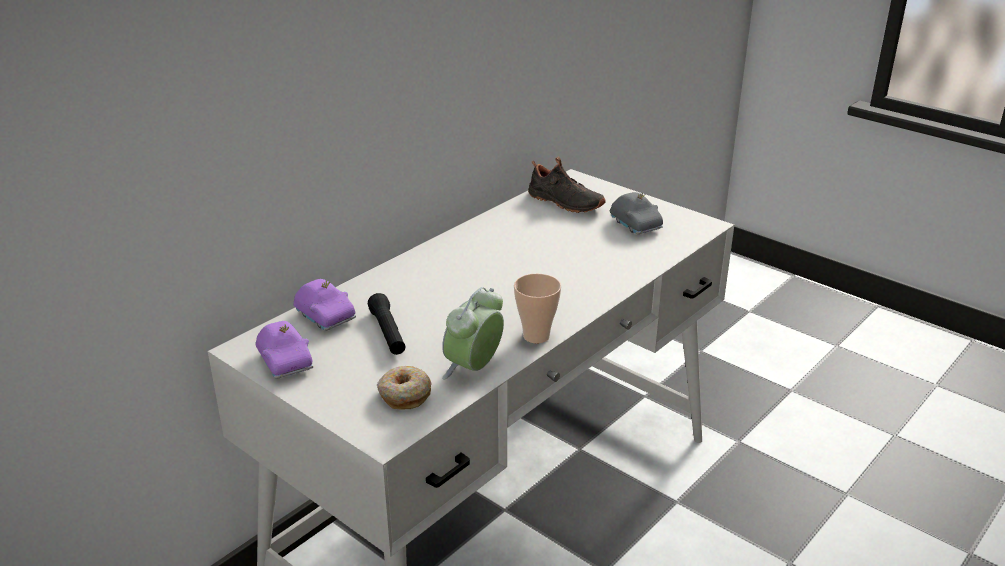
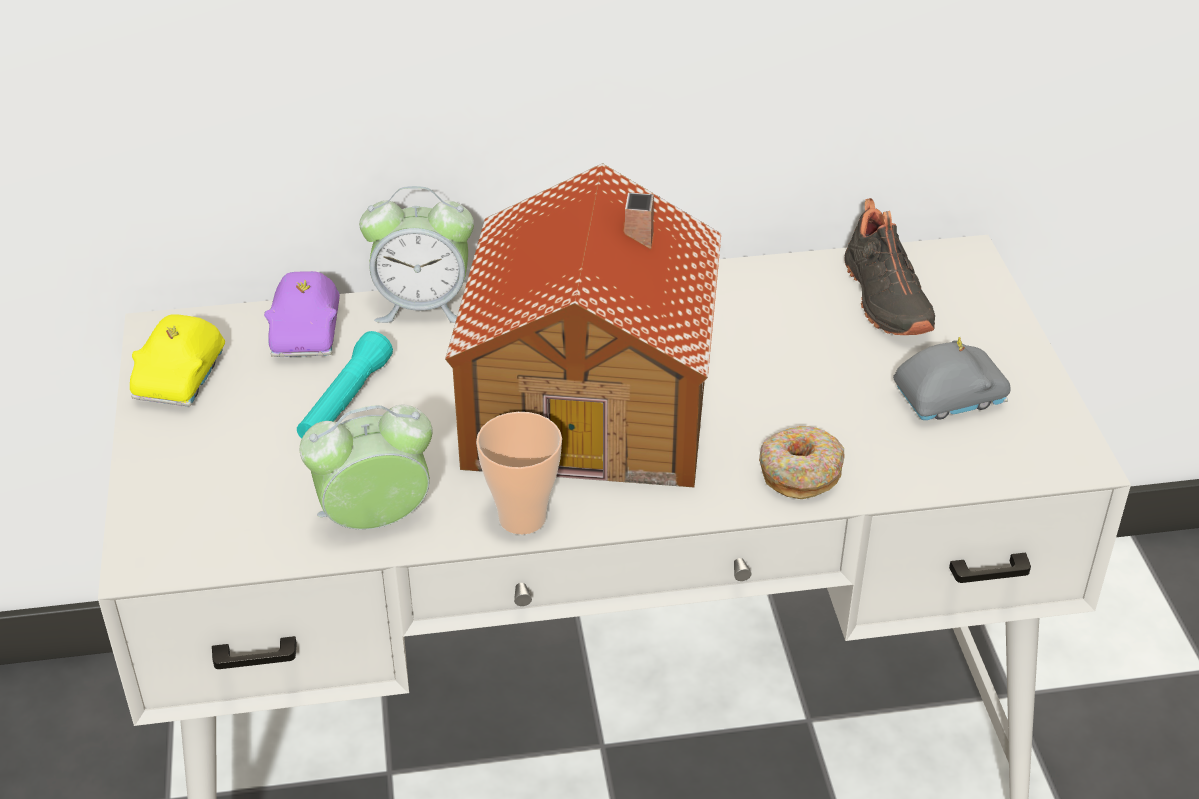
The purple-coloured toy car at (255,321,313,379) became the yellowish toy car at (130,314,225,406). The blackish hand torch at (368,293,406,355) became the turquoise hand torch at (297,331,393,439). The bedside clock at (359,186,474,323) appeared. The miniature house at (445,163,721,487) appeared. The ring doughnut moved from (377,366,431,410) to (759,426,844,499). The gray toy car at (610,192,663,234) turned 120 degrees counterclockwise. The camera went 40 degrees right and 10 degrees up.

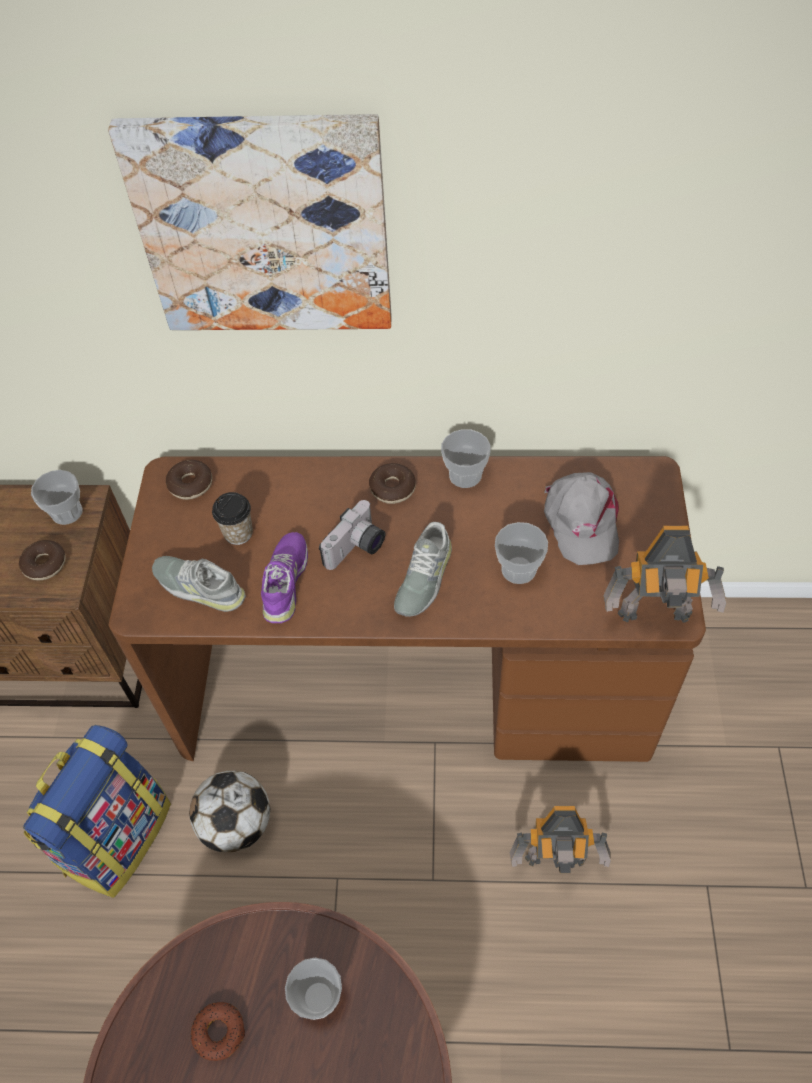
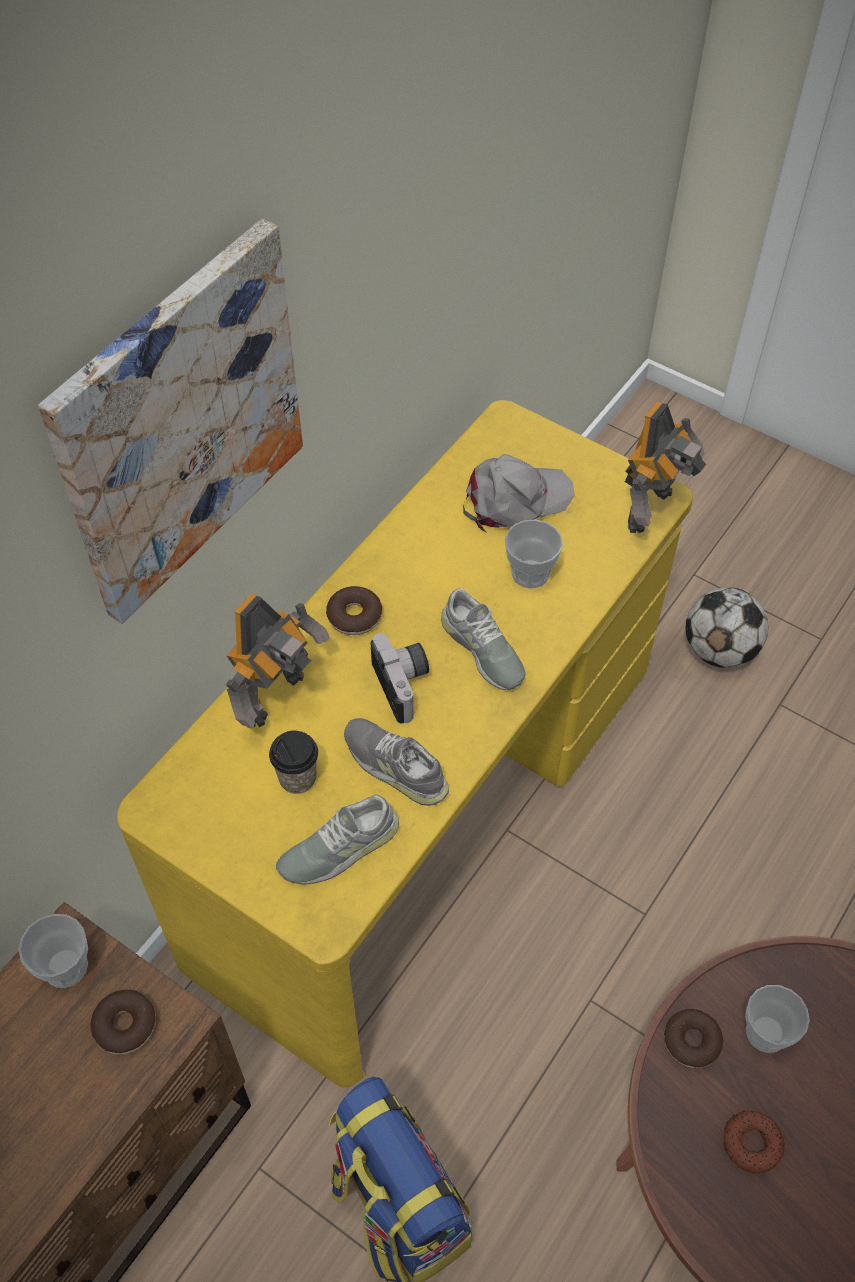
The brown desk unit at (109,456,706,762) became the yellowish desk unit at (117,400,693,1088). The model robot moved from (509,806,611,874) to (226,593,330,728). The purple-coloured shoe at (261,532,308,623) became the gray shoe at (344,718,449,806). The gray baseball cap at (544,472,619,565) turned 45 degrees counterclockwise. The ring doughnut moved from (166,460,212,500) to (664,1009,724,1068). The ball for football moved from (189,771,270,852) to (685,587,768,668). The cup at (441,429,490,488) disappeared. The camera went 60 degrees left and 0 degrees up.

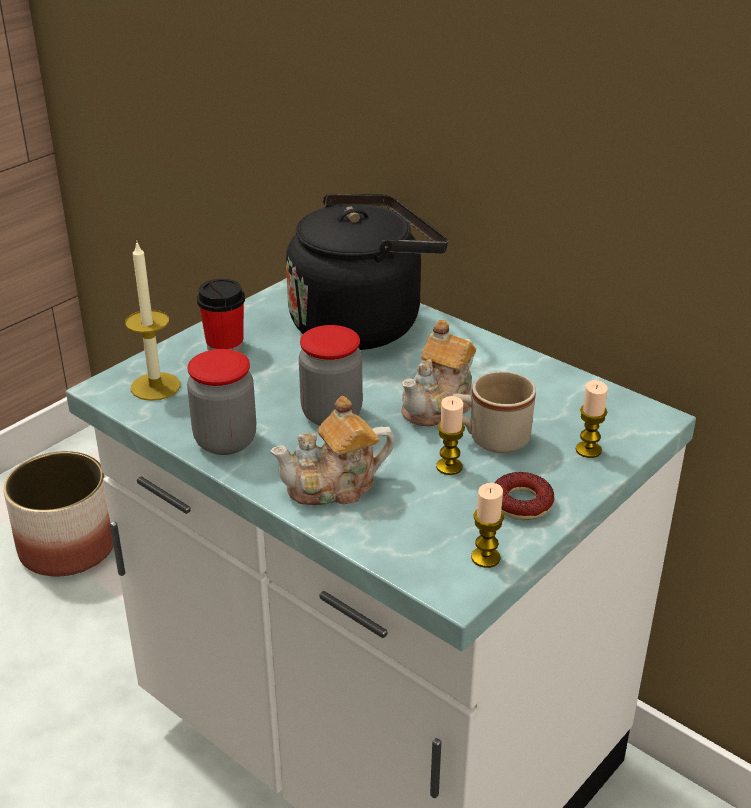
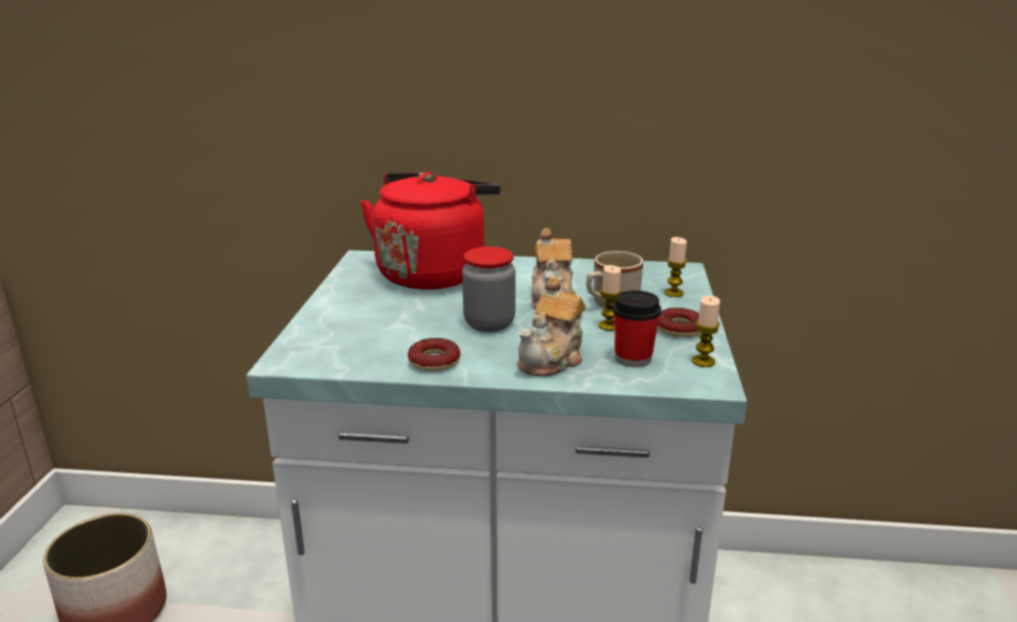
The blackish water kettle at (286,194,448,350) became the red water kettle at (360,172,501,290). The storage jar at (187,349,256,455) was replaced by the ring doughnut at (408,338,460,372). The cup moved from (197,279,245,352) to (613,290,661,368). The wax candle at (125,243,180,401) disappeared. The camera went 35 degrees left and 10 degrees down.

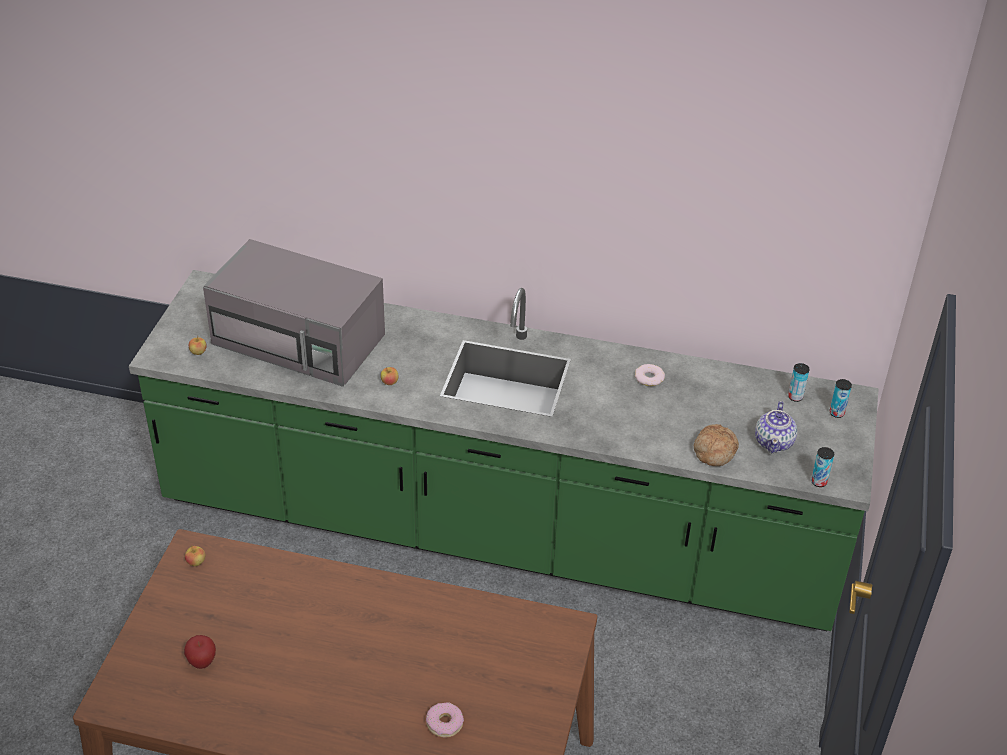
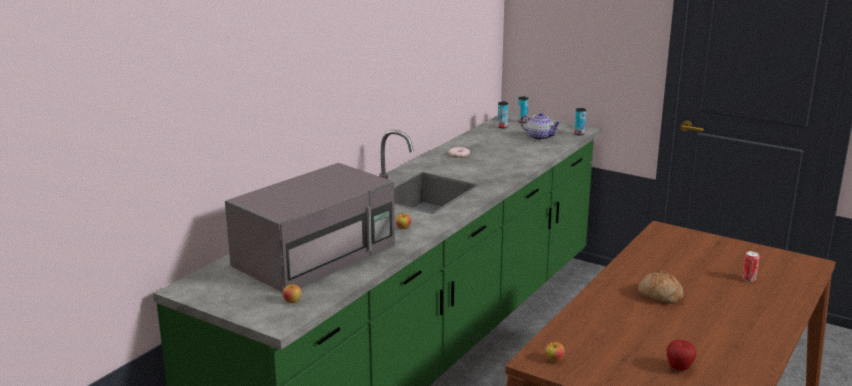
The baked bread moved from (694,424,739,466) to (638,271,683,304). The ring doughnut at (426,702,464,738) was replaced by the can at (742,251,760,282). The camera went 70 degrees left and 20 degrees down.

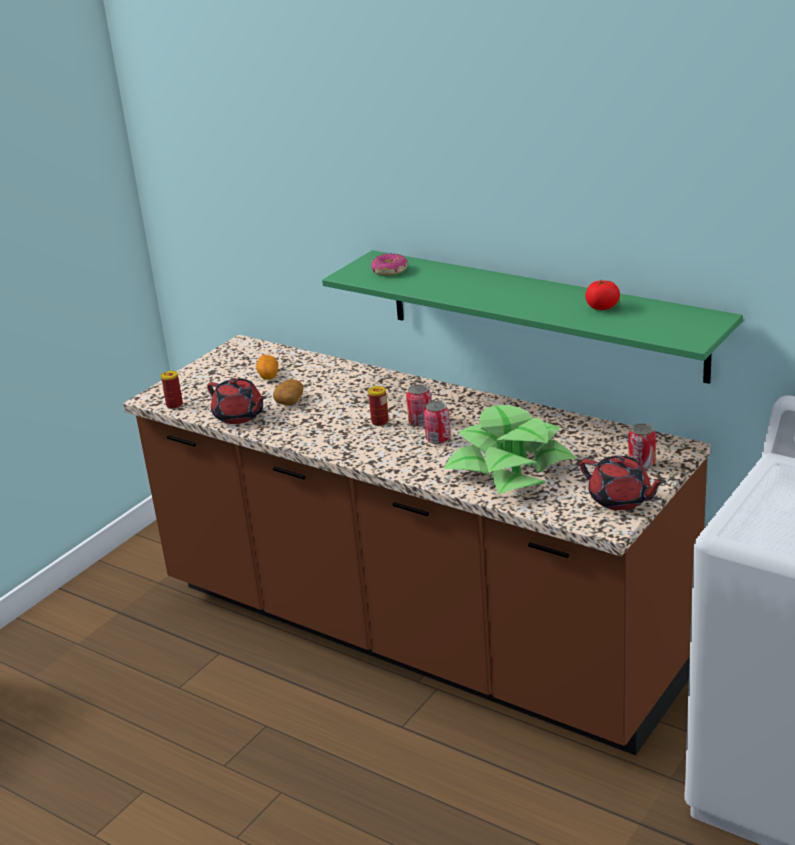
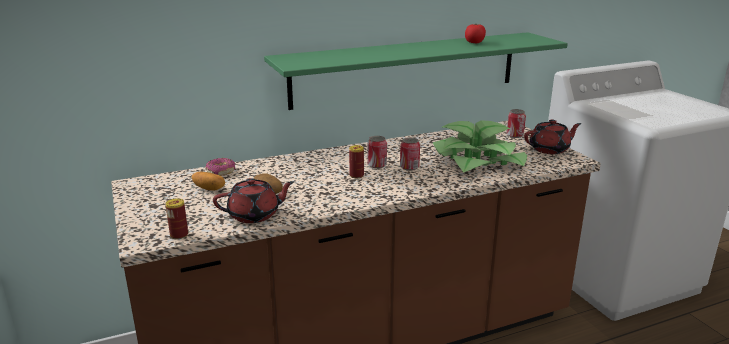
The ring doughnut moved from (371,253,408,275) to (205,158,236,176). The camera went 60 degrees left and 5 degrees down.

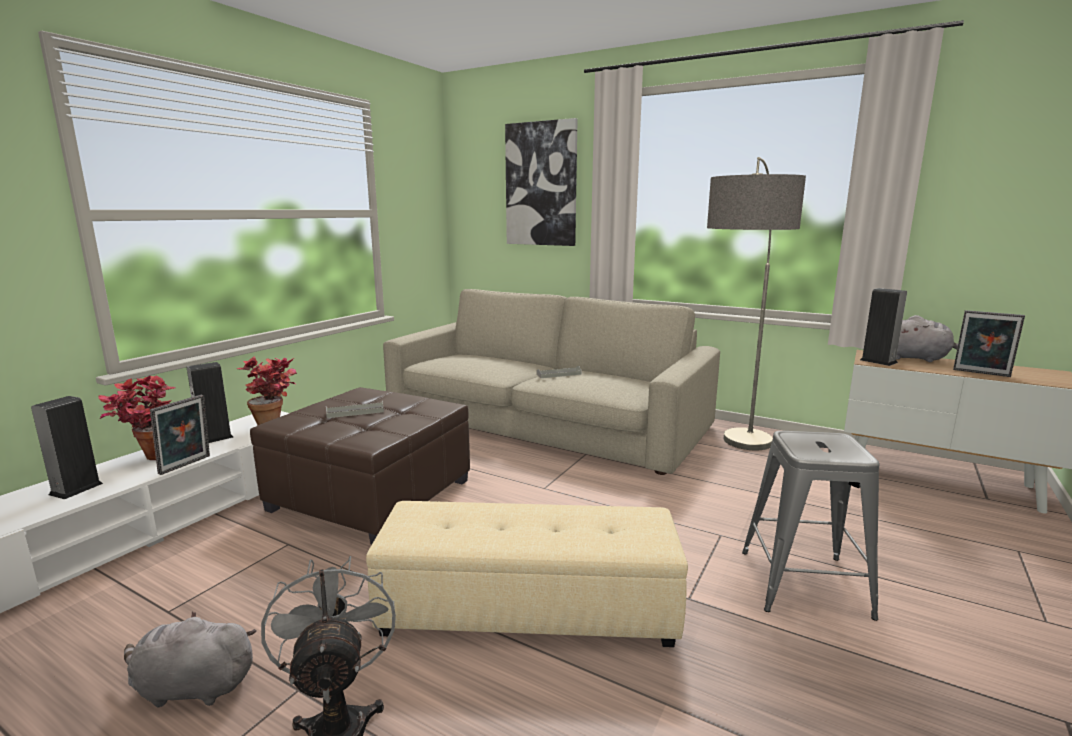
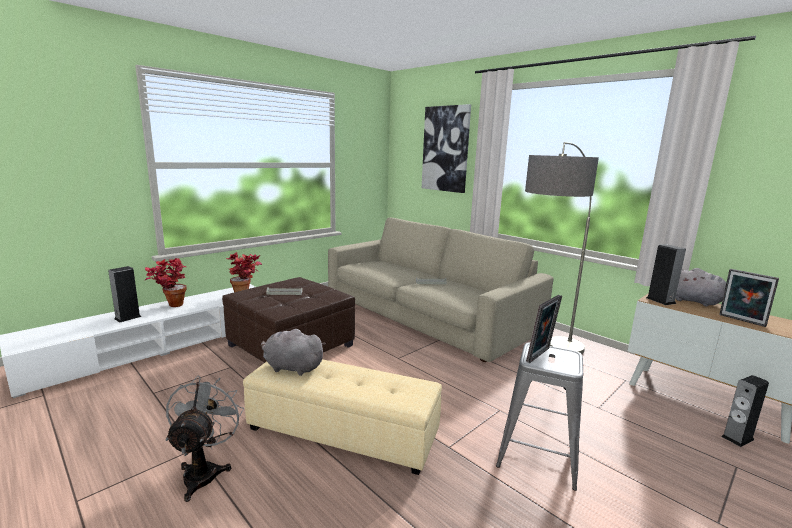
The gray soft toy moved from (124,612,257,707) to (261,329,326,376). The picture frame moved from (150,395,210,475) to (526,295,562,363). The loudspeaker moved from (187,362,233,443) to (721,375,769,447). The camera went 15 degrees right and 0 degrees up.

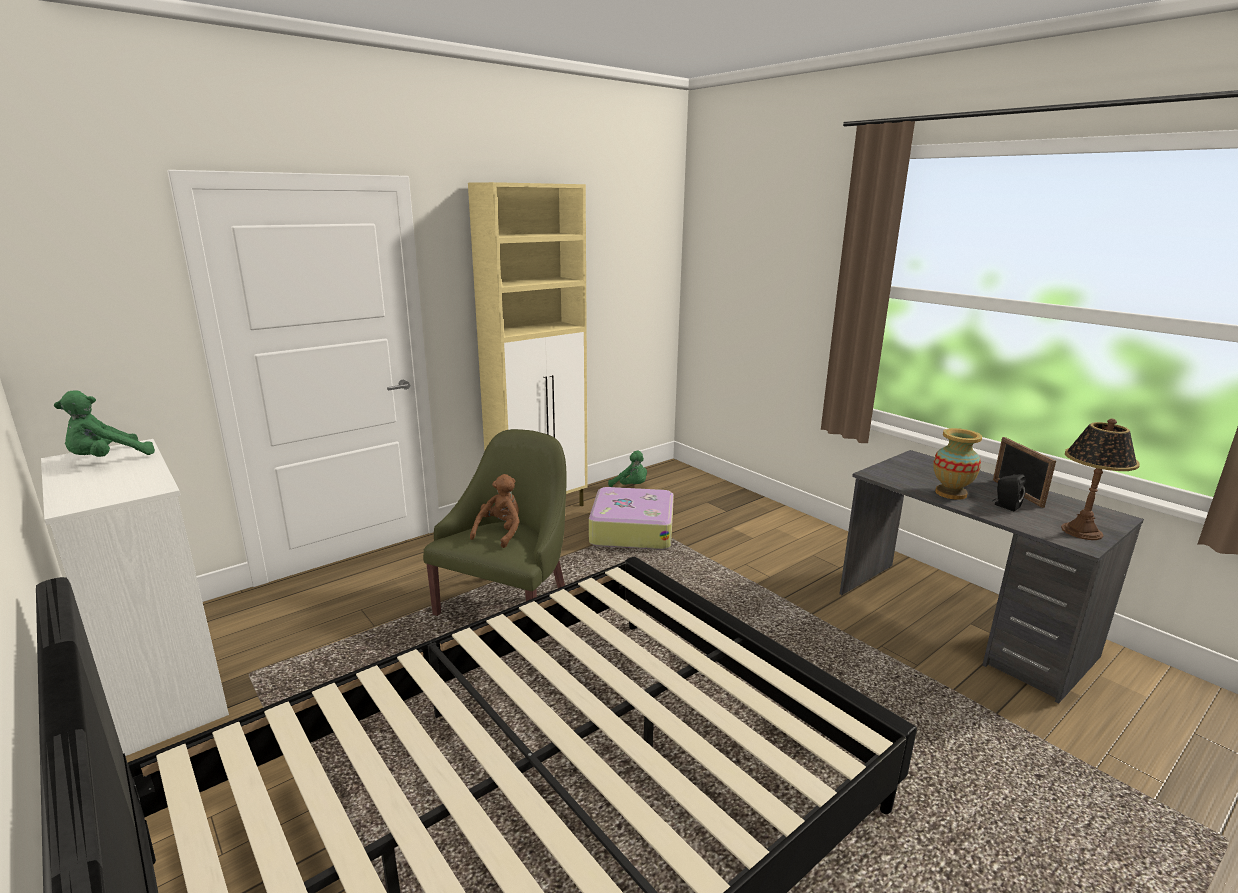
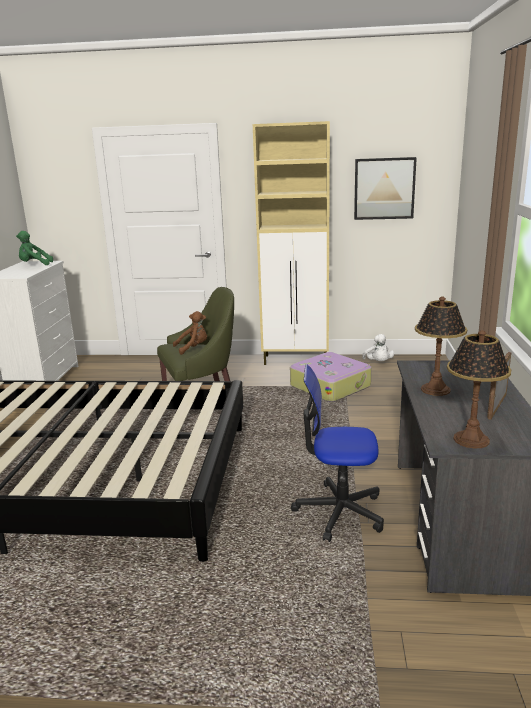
The computer chair at (291,365,384,542) appeared. The picture at (354,157,417,220) appeared. The green-coloured soft toy at (608,450,647,487) became the white soft toy at (362,334,395,361). The flower vase at (933,428,982,500) was replaced by the lamp for a table at (415,296,467,396). The blackish loudspeaker at (992,474,1026,511) disappeared. The camera went 45 degrees right and 0 degrees up.

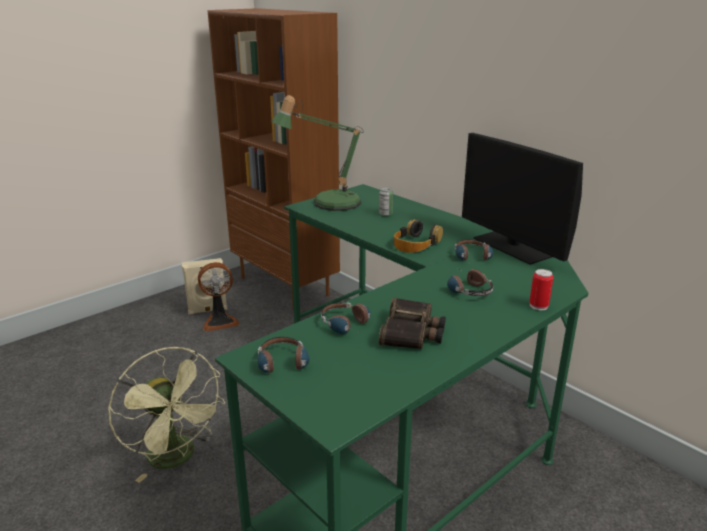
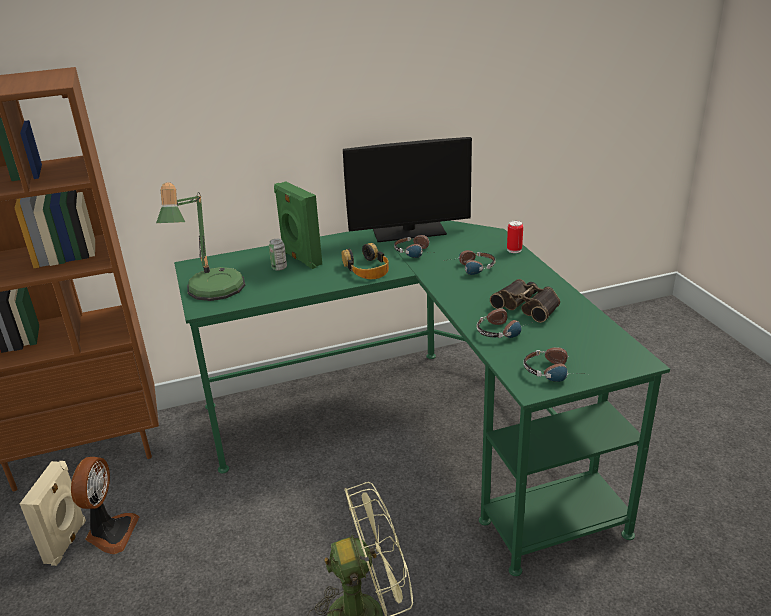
The green-coloured loudspeaker at (274,181,322,269) appeared. The camera went 65 degrees left and 5 degrees up.

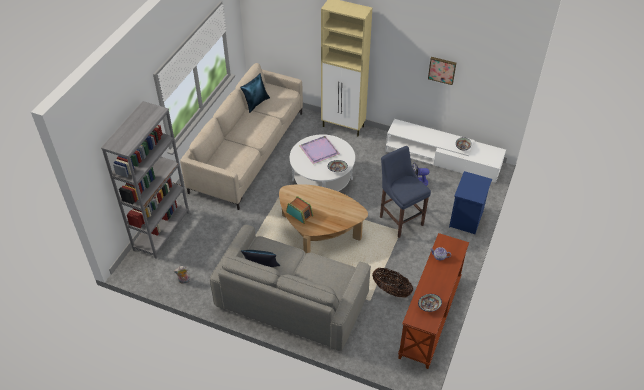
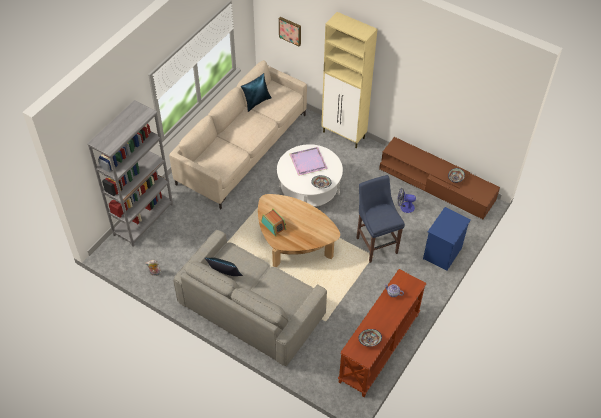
The picture moved from (428,57,456,85) to (279,17,301,46). The white tv stand at (385,119,506,183) became the brown tv stand at (379,137,500,219). The household basket at (372,268,413,298) disappeared. The camera went 10 degrees right and 5 degrees up.

